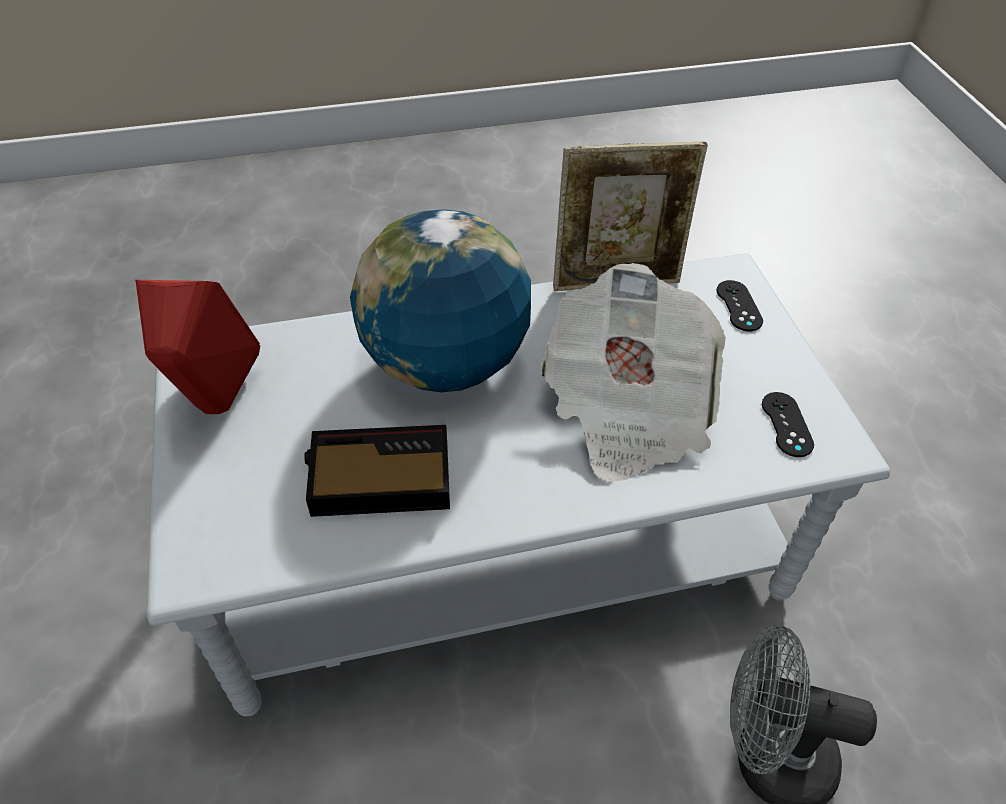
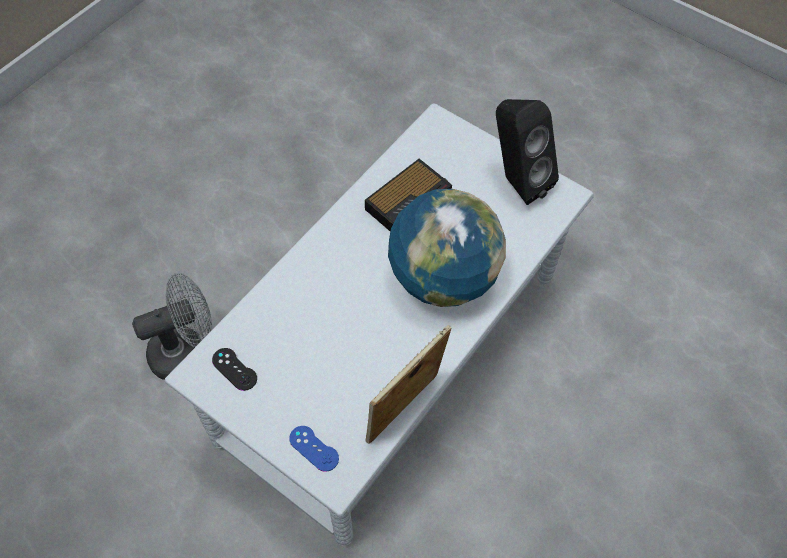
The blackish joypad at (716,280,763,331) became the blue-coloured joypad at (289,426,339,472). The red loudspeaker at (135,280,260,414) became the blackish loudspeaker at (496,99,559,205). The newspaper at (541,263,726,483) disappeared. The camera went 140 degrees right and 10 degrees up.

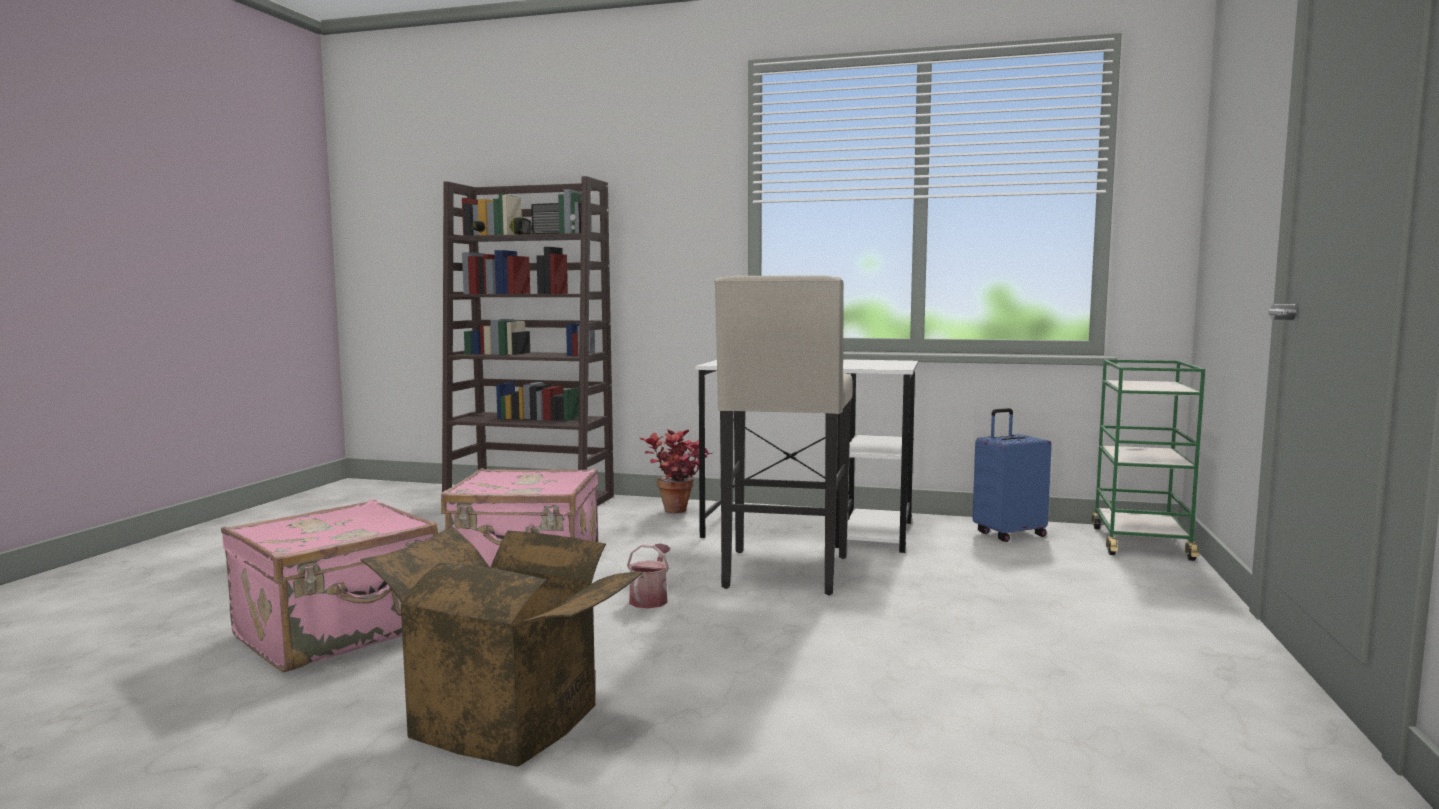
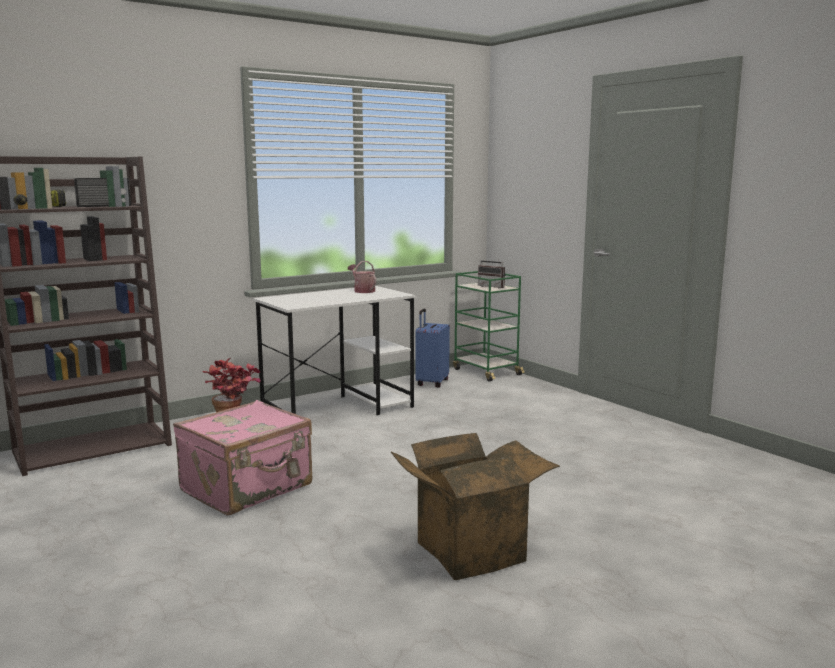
The sprinkling can moved from (627,544,671,609) to (348,261,376,293). The radio at (478,254,505,288) appeared. The pink-coloured travel case at (221,499,438,672) disappeared. The sand-coloured sitting stool at (714,275,853,595) disappeared. The camera went 50 degrees left and 5 degrees up.

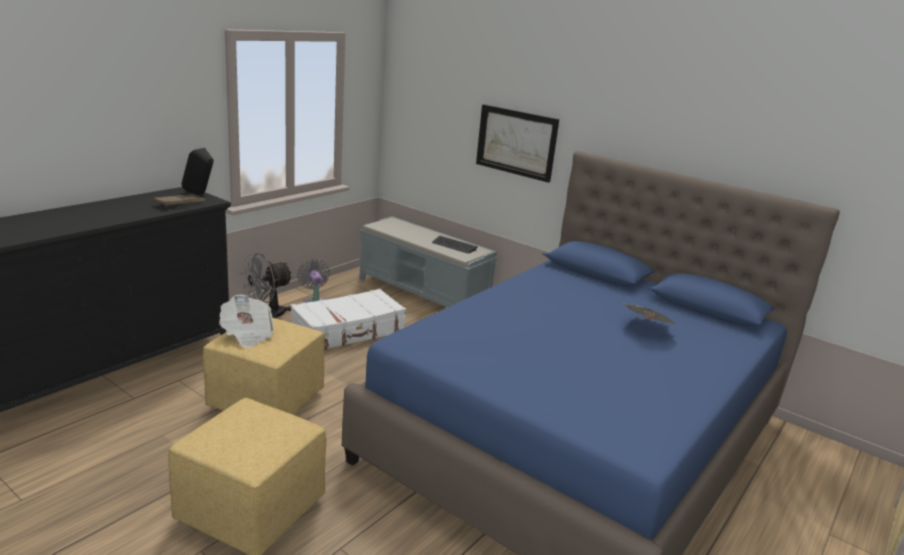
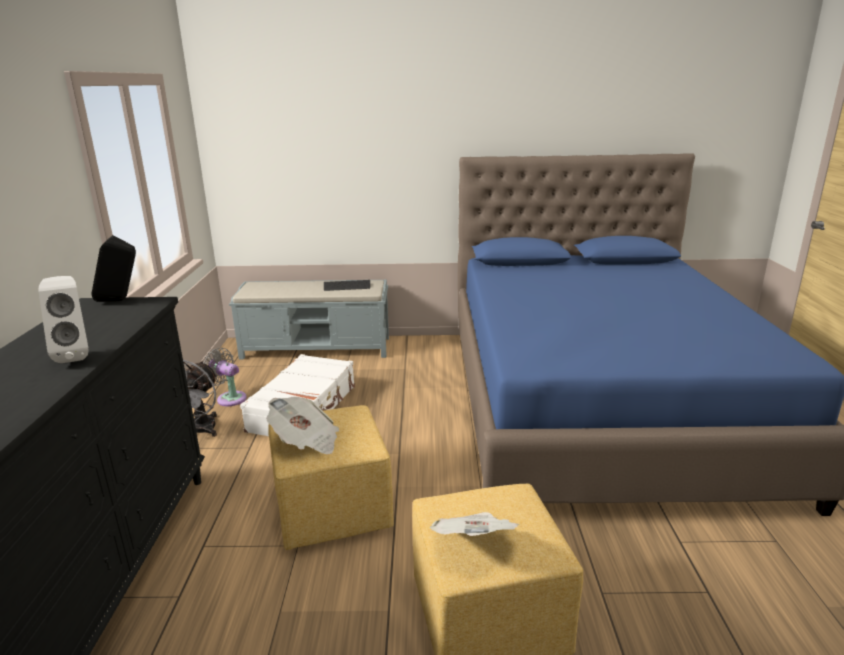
The white loudspeaker at (39,276,89,363) appeared. The newspaper moved from (622,303,676,324) to (430,512,519,536). The brown serving tray at (153,194,205,207) disappeared. The picture at (476,104,559,183) disappeared. The camera went 35 degrees left and 0 degrees up.

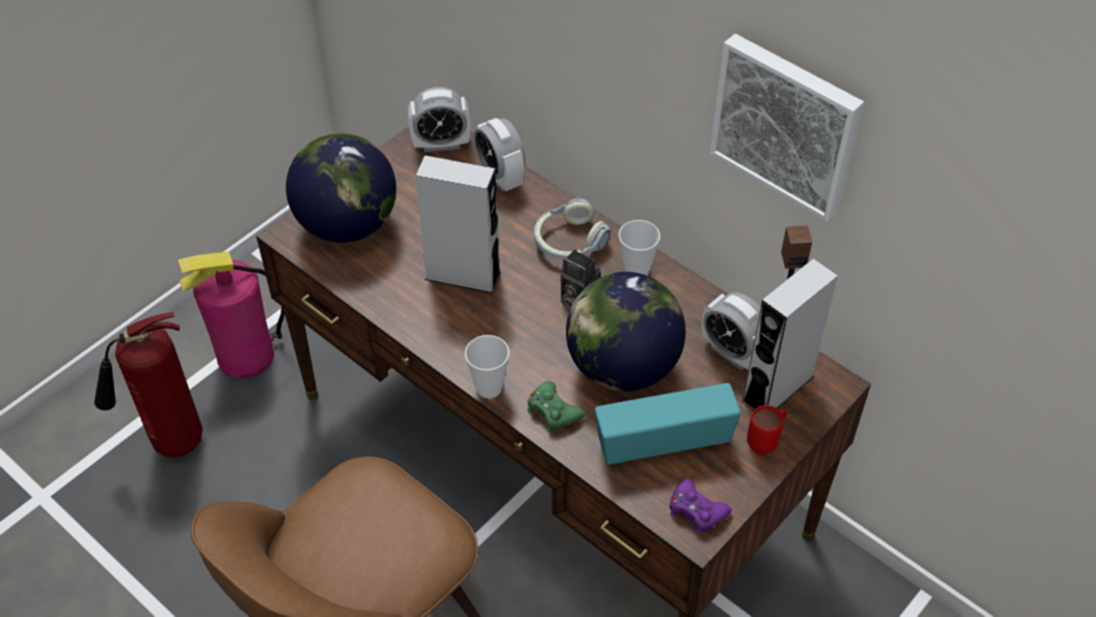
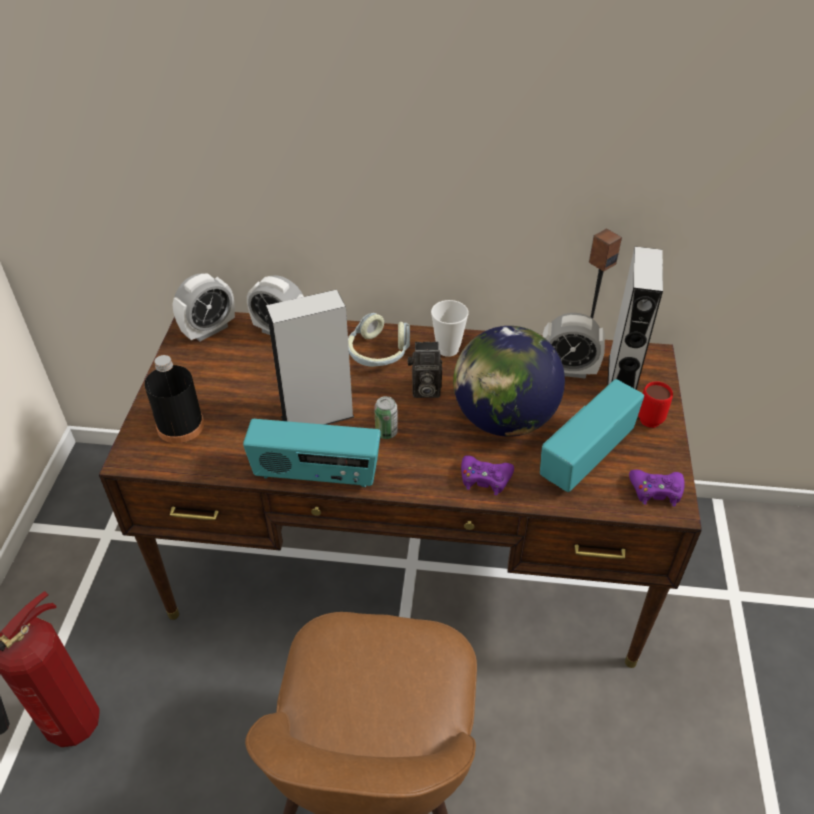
The desk globe at (286,133,396,243) was replaced by the blackish beverage bottle at (144,355,204,443). The radio at (243,419,381,487) appeared. The can at (374,396,398,439) appeared. The green-coloured joypad at (527,381,585,432) became the purple-coloured joypad at (461,455,514,495). The fire-fighting cylinder at (178,252,285,379) disappeared. The cup at (465,335,510,398) disappeared. The picture at (710,34,864,222) disappeared. The camera went 35 degrees left and 5 degrees down.

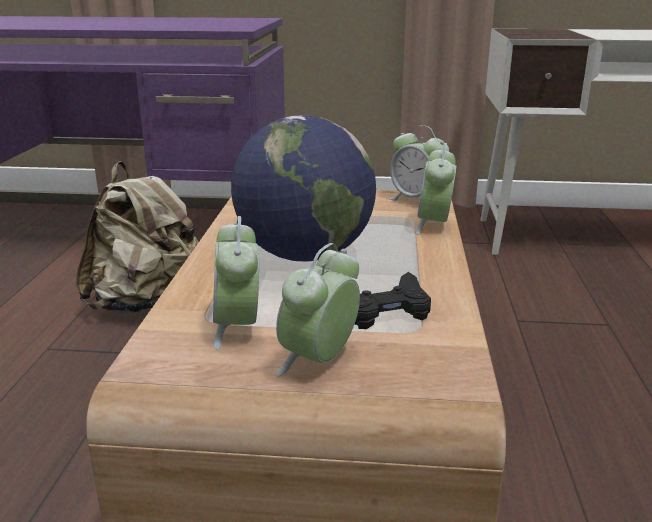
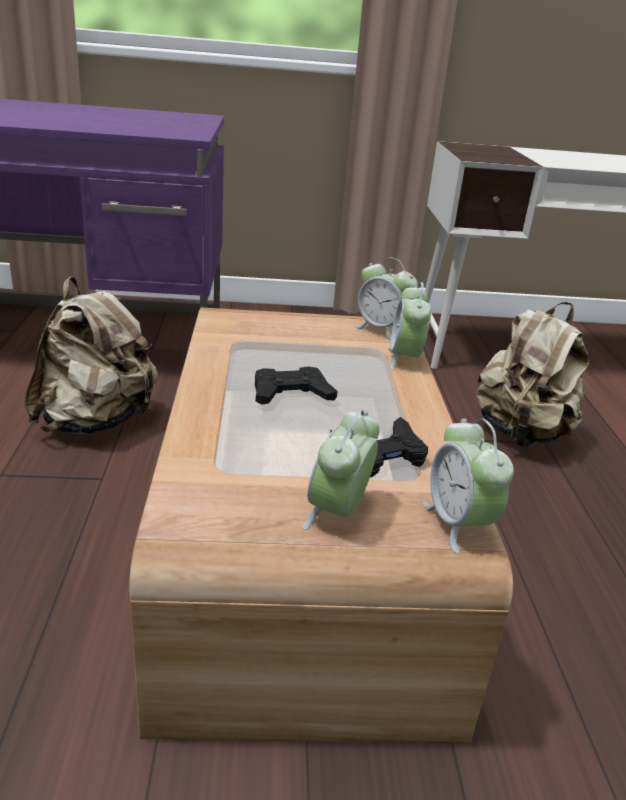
The desk globe at (231,115,376,261) was replaced by the blackish joypad at (255,366,337,405). The bedside clock moved from (213,216,259,350) to (423,418,514,553). The sand-coloured knapsack at (476,302,590,447) appeared. The camera went 10 degrees left and 5 degrees up.

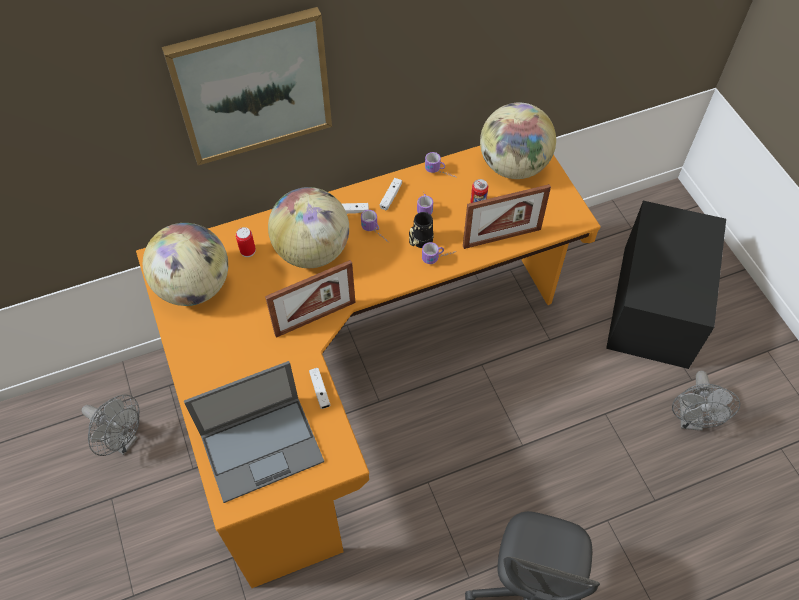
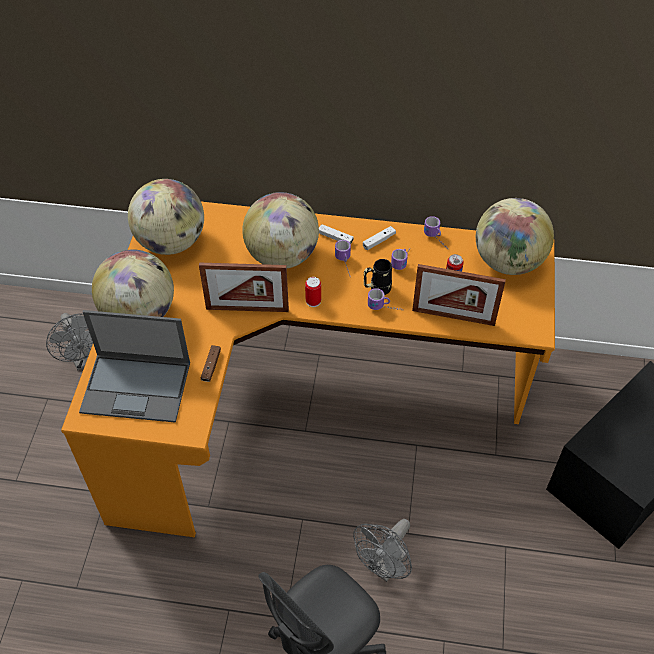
The desk globe at (92,249,174,317) appeared. The white joypad at (309,368,331,409) became the brown joypad at (201,345,221,382). The can moved from (236,227,256,257) to (305,277,321,307). The gray cooling fan moved from (672,371,740,431) to (353,519,412,582). The picture at (162,7,332,165) disappeared. The camera went 30 degrees right and 5 degrees down.

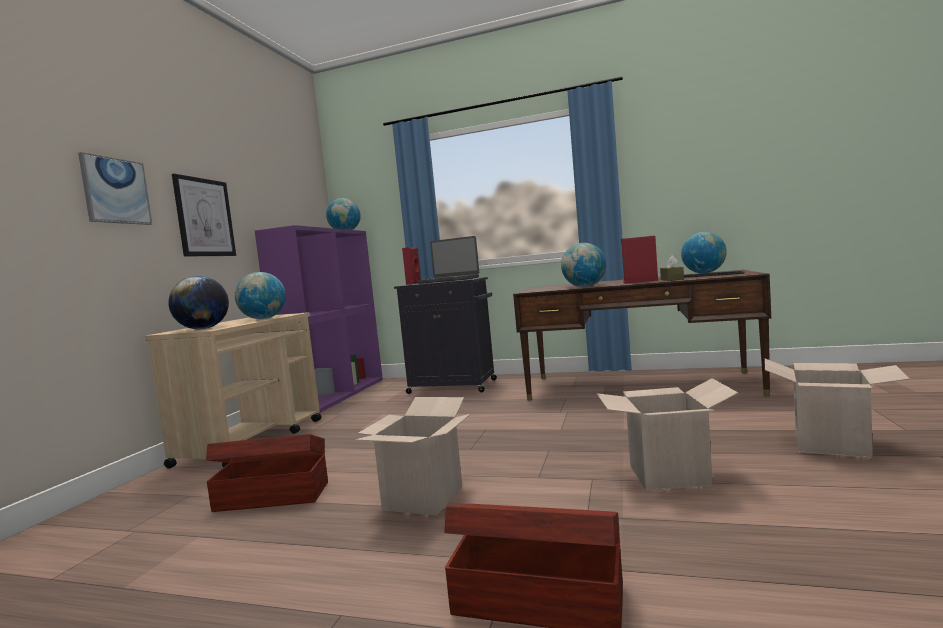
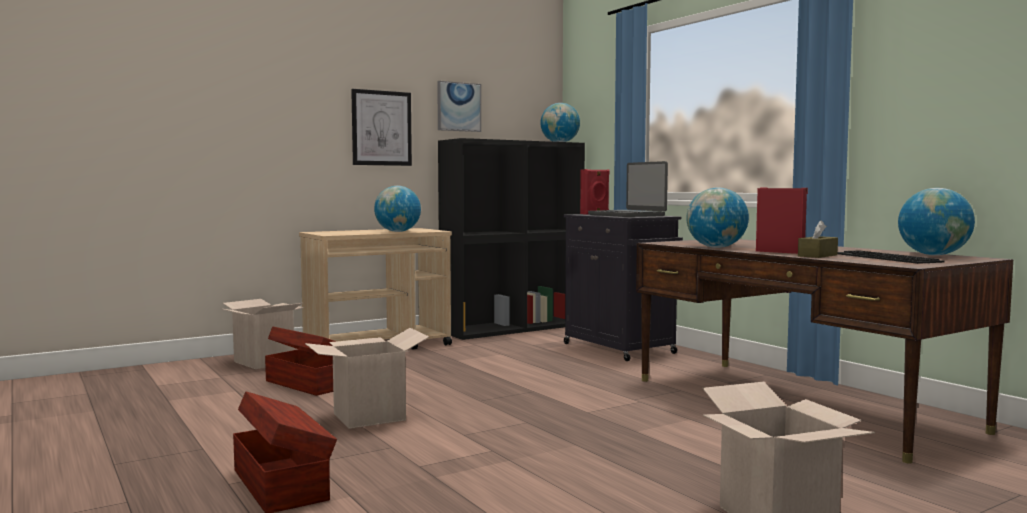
The packing box moved from (597,378,738,490) to (220,299,304,369). The picture moved from (78,152,152,225) to (437,81,481,132). The purple-coloured bookcase at (255,225,383,413) became the blackish bookcase at (438,138,585,340). The desk globe at (168,276,229,329) disappeared. The camera went 40 degrees right and 0 degrees up.

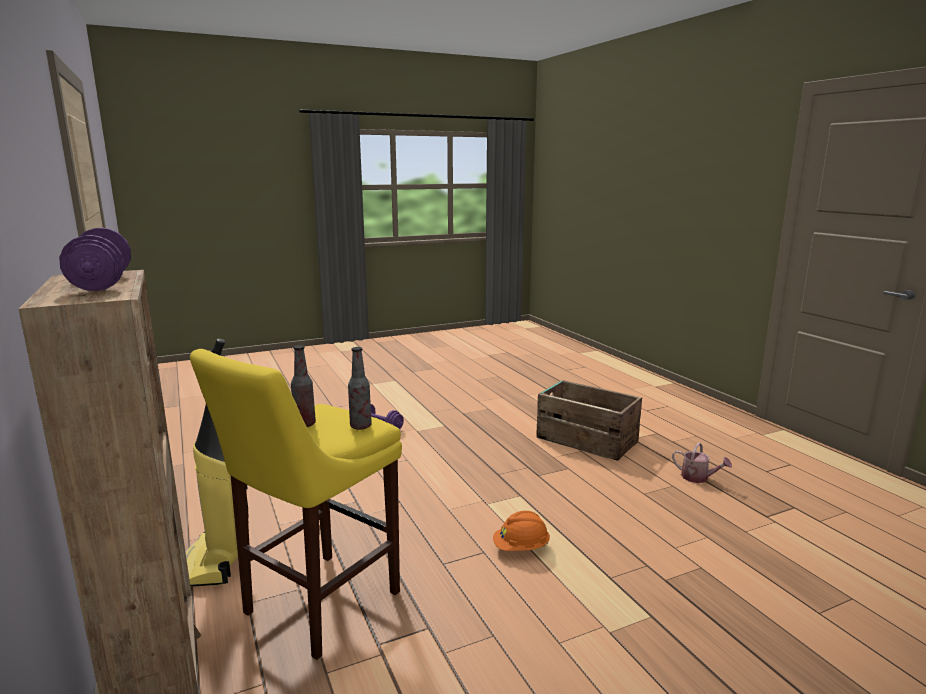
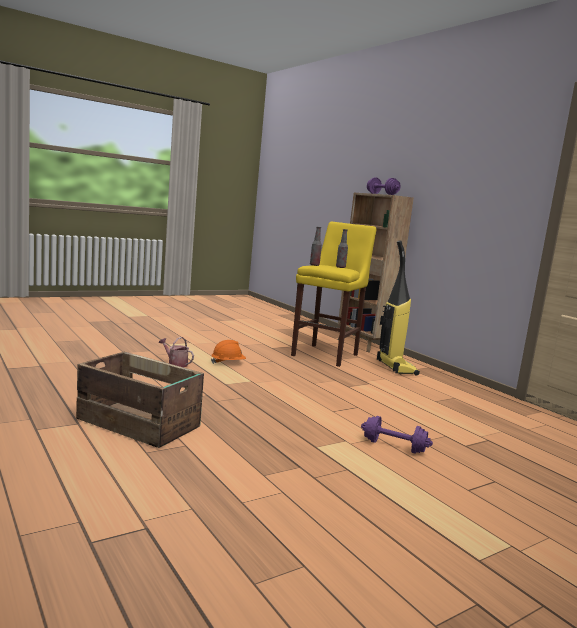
The sprinkling can moved from (672,443,732,483) to (159,337,194,367). The camera went 170 degrees right and 5 degrees down.

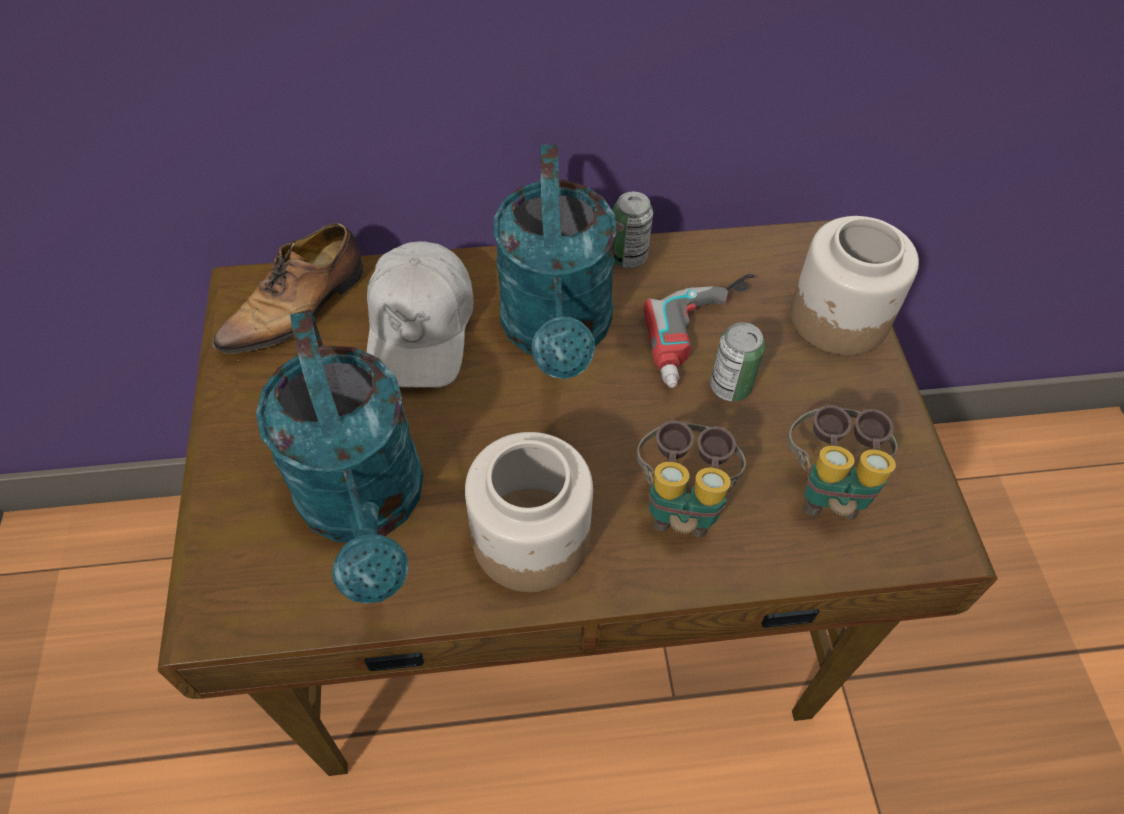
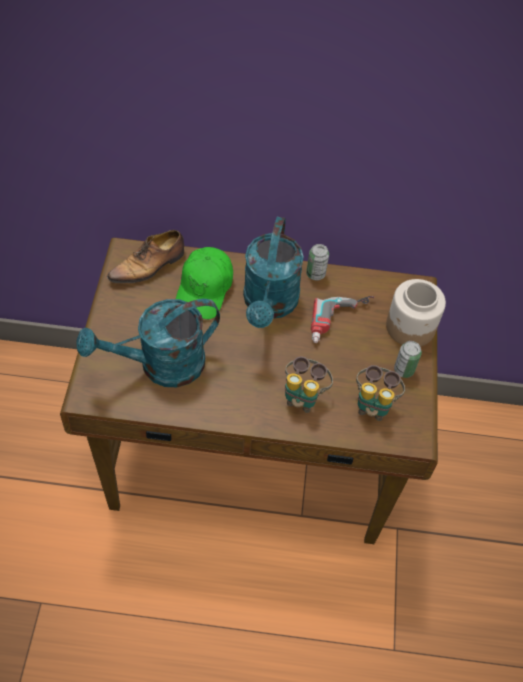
The turquoise sprinkling can at (256,309,423,603) turned 75 degrees clockwise. The white baseball cap at (367,241,473,388) became the green-coloured baseball cap at (176,247,233,319). The can moved from (710,322,765,401) to (394,341,422,378). The storage jar at (465,432,593,592) disappeared. The camera went 10 degrees right and 0 degrees up.

